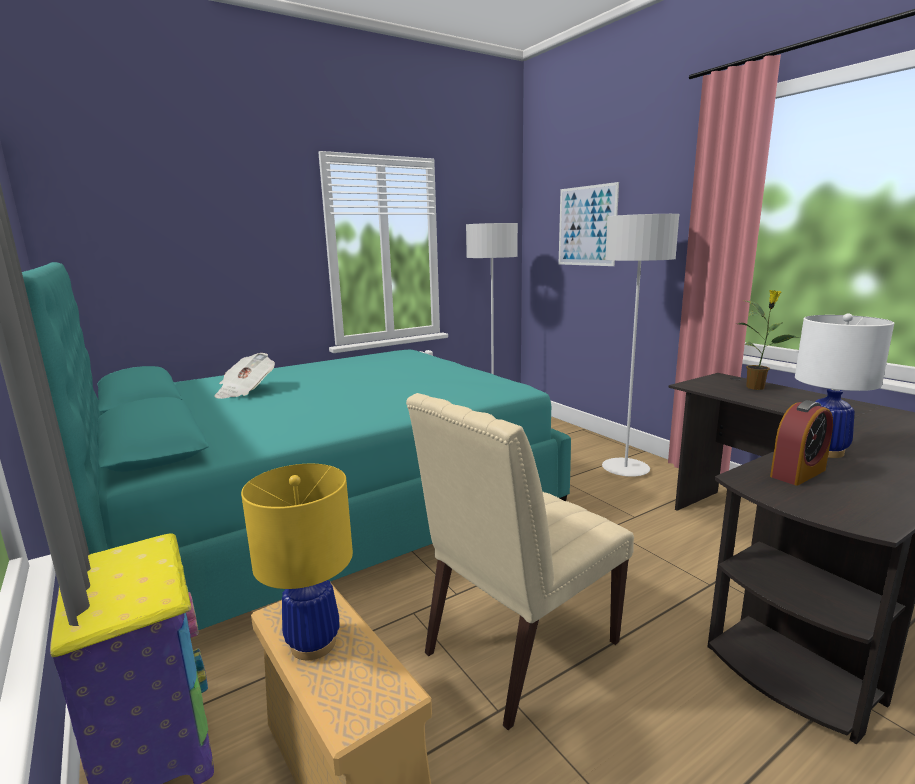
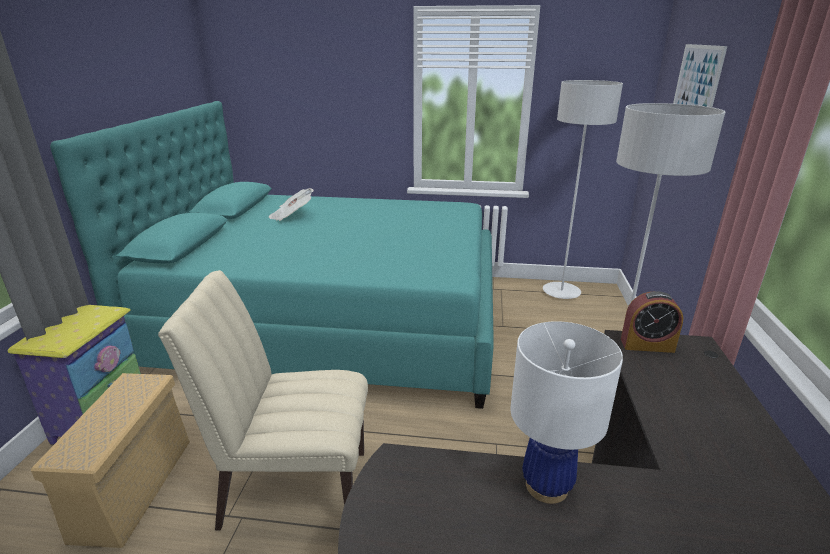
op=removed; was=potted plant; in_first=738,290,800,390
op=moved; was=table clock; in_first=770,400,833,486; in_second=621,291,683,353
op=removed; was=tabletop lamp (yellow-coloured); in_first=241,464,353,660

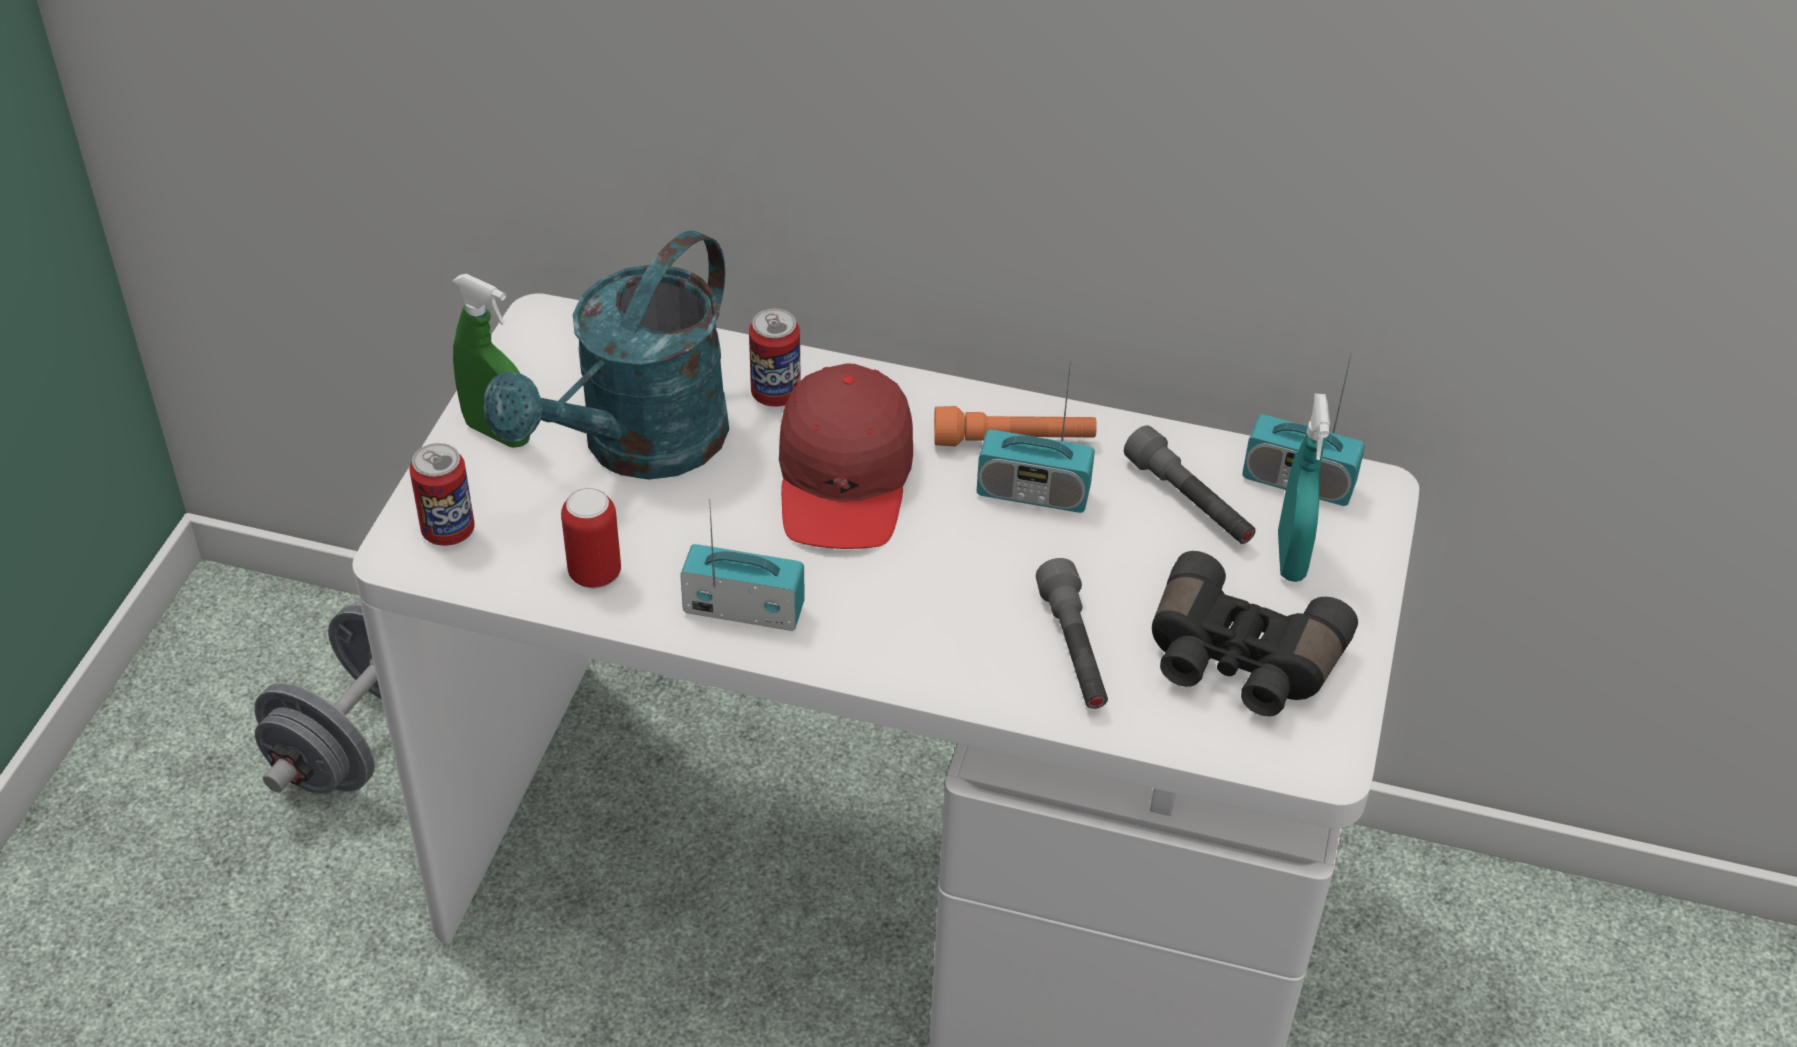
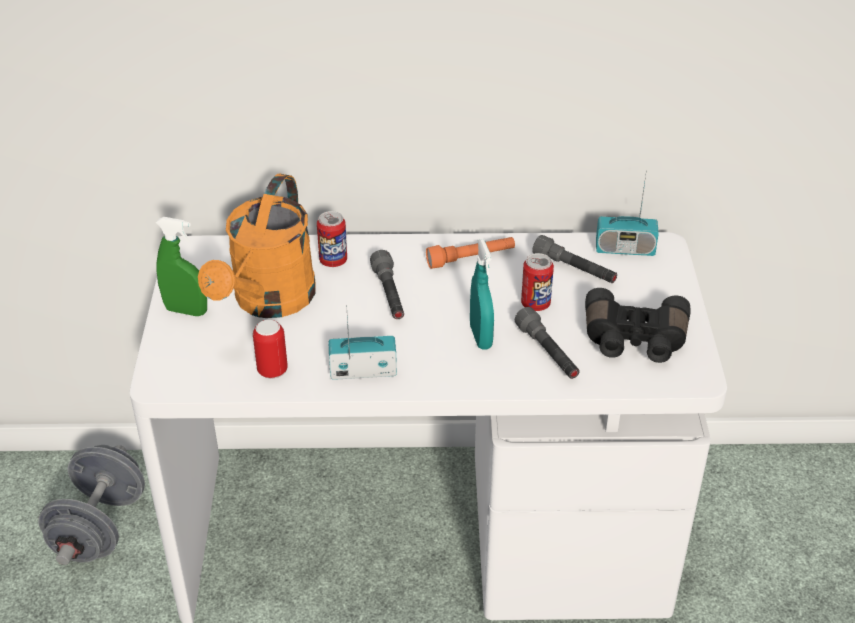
op=recoloured; was=sprinkling can (turquoise); now=sprinkling can (orange-coloured); in_first=484,230,729,480; in_second=198,174,316,318
op=removed; was=radio set; in_first=977,360,1095,513
op=replaced; was=baseball cap (red-coloured); now=torch (gray); in_first=779,363,913,549; in_second=370,250,404,319
op=moved; was=sprayer (turquoise); in_first=1278,394,1330,582; in_second=470,239,494,350
op=moved; was=metal can; in_first=409,443,475,546; in_second=521,253,554,311

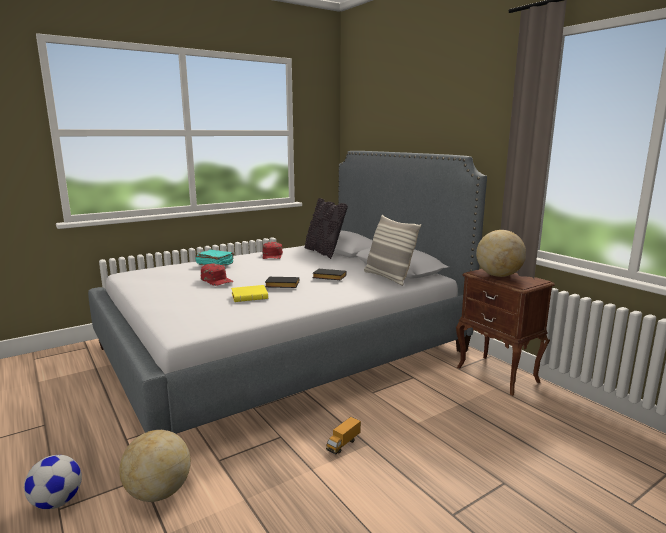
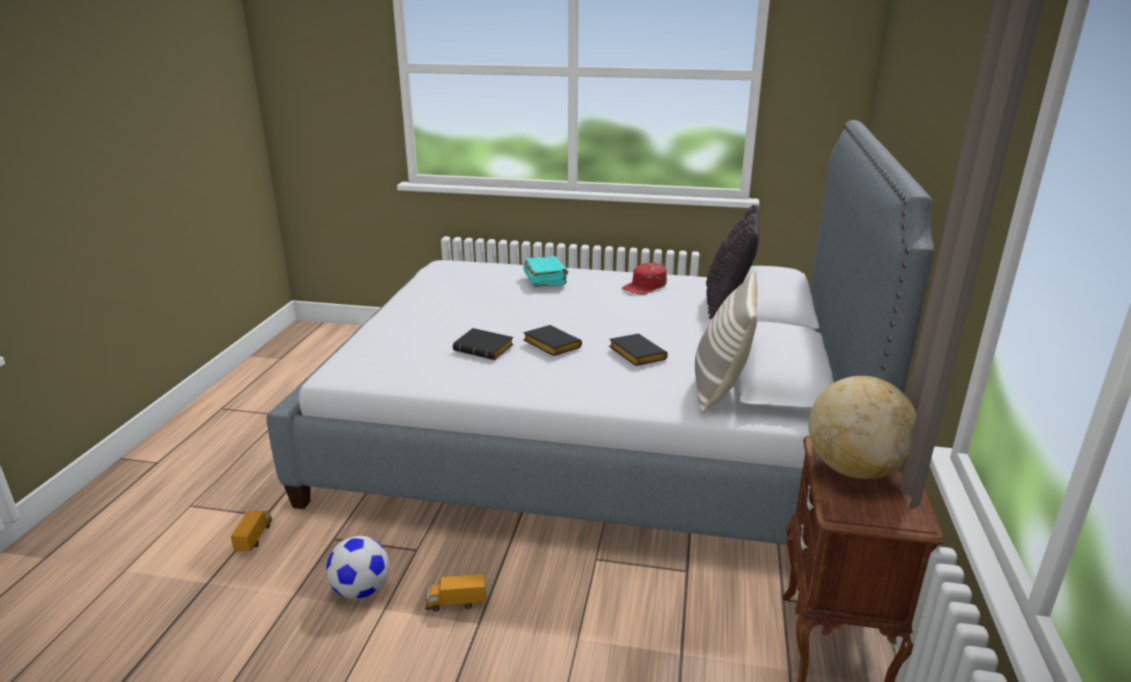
op=removed; was=baseball cap (red-coloured); in_first=201,263,233,286
op=recoloured; was=volume (yellow-coloured); now=volume (black-coloured); in_first=231,285,268,302; in_second=453,328,514,360
op=replaced; was=globe; now=model truck; in_first=119,430,191,502; in_second=231,511,272,552
op=moved; was=football ball; in_first=24,455,82,509; in_second=326,536,389,599

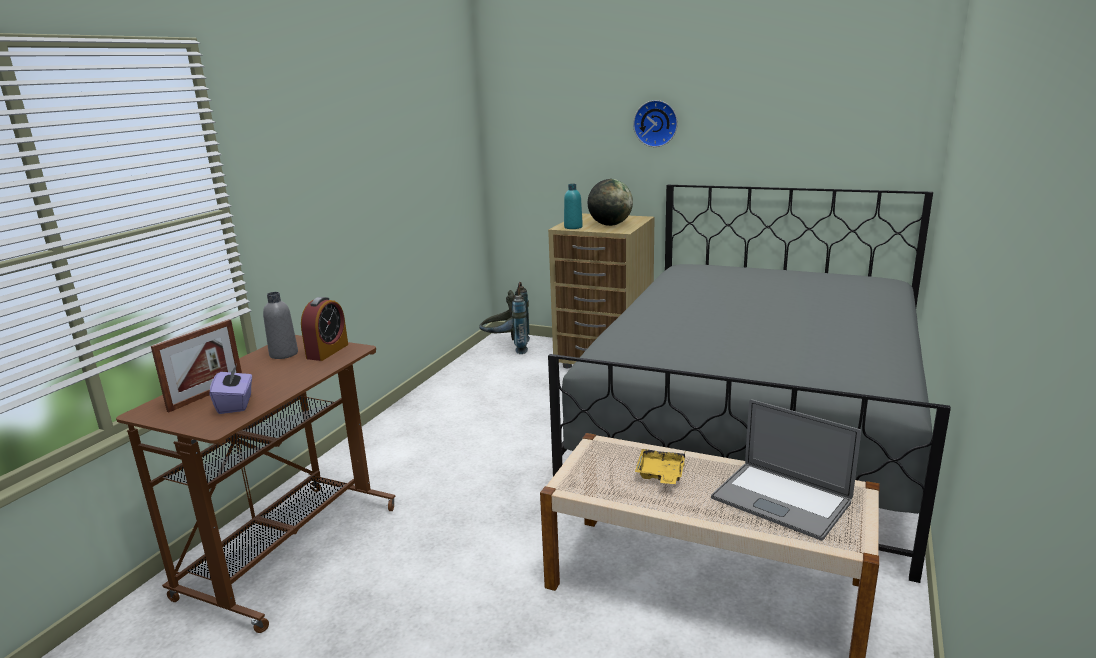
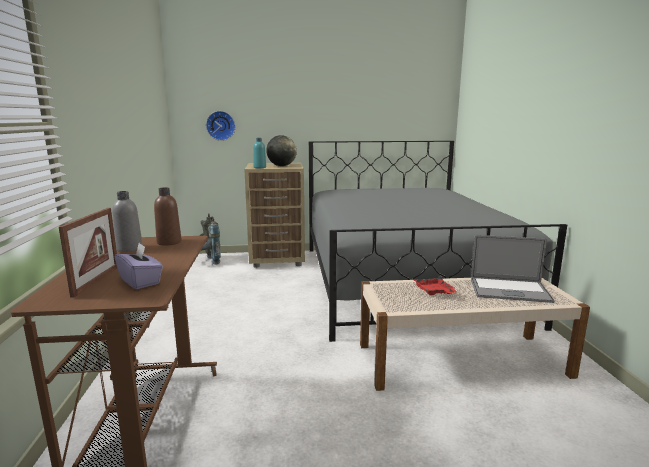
op=moved; was=hanging clock; in_first=633,100,678,147; in_second=206,111,235,141
op=replaced; was=table clock; now=drink bottle (brown-coloured); in_first=301,297,348,361; in_second=154,187,182,246
op=recoloured; was=serving tray (yellow-coloured); now=serving tray (red-coloured); in_first=635,449,686,484; in_second=414,276,457,295

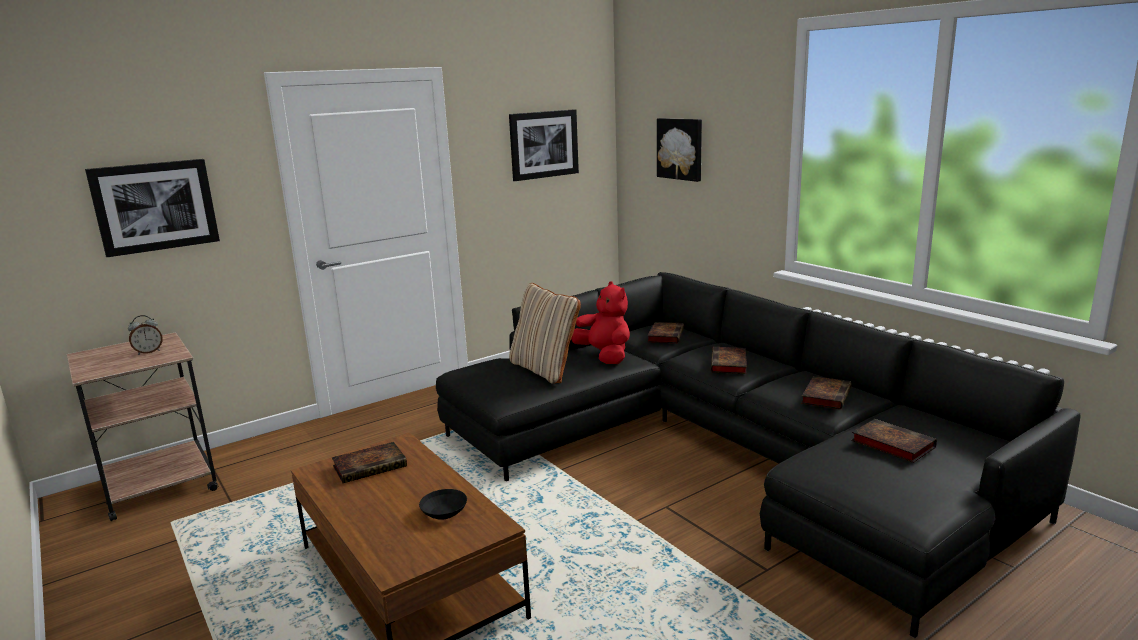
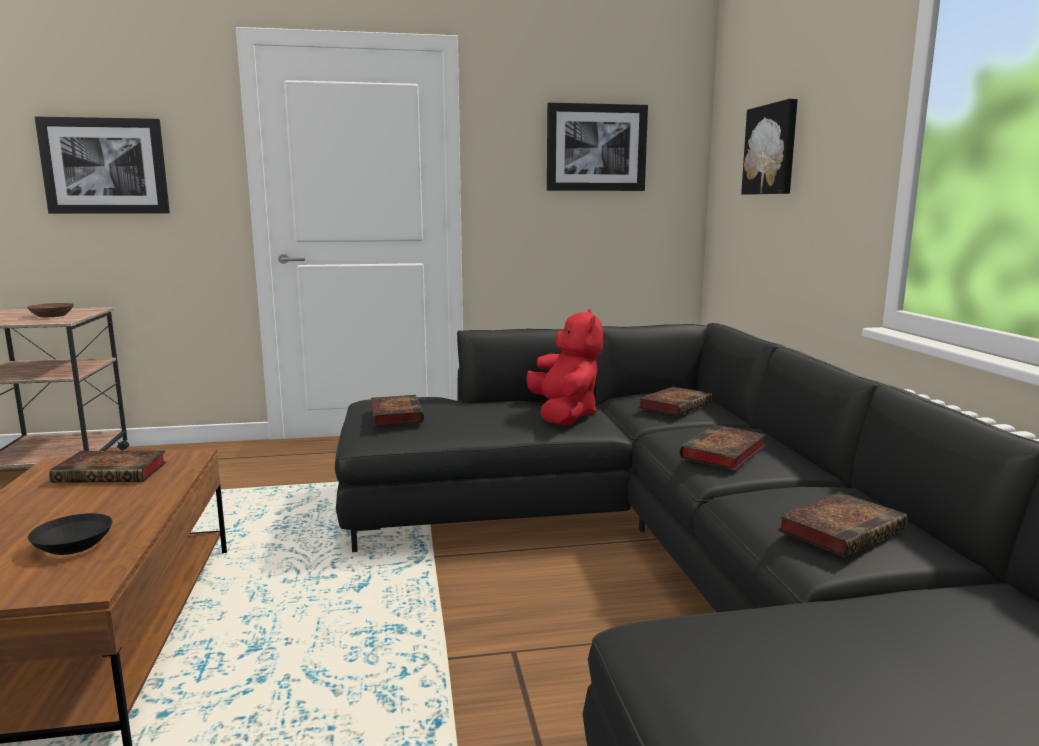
op=removed; was=throw pillow (beige-coloured); in_first=509,283,581,383
op=replaced; was=table clock; now=bowl (brown-coloured); in_first=128,315,163,355; in_second=27,303,74,317
op=moved; was=volume; in_first=851,419,937,463; in_second=371,395,424,426

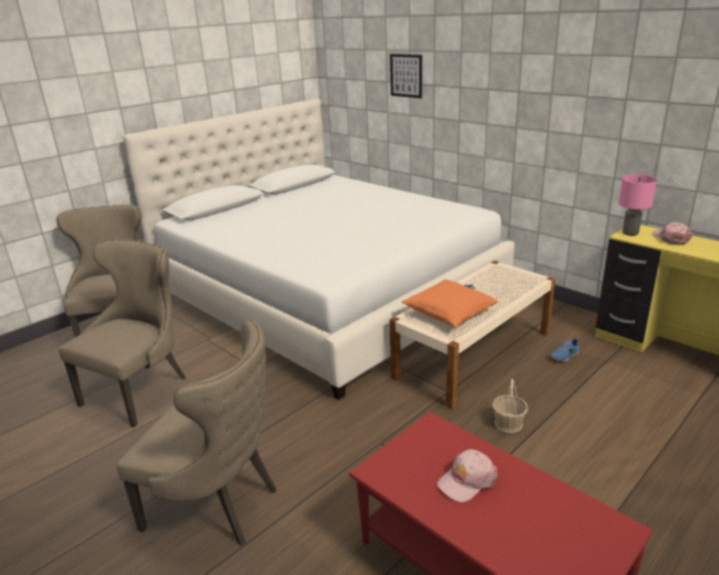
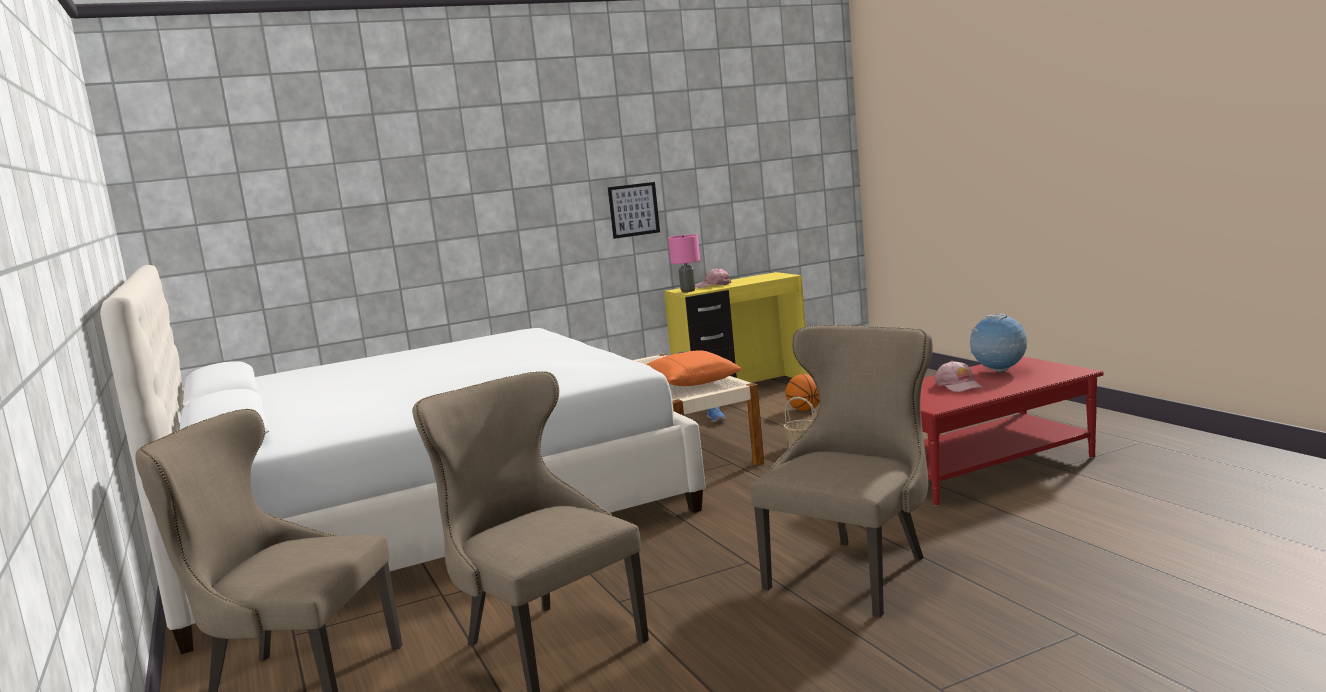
op=moved; was=wall picture; in_first=390,54,422,98; in_second=608,182,660,239
op=added; now=globe; in_second=970,313,1028,372
op=added; now=basketball ball; in_second=786,374,820,411

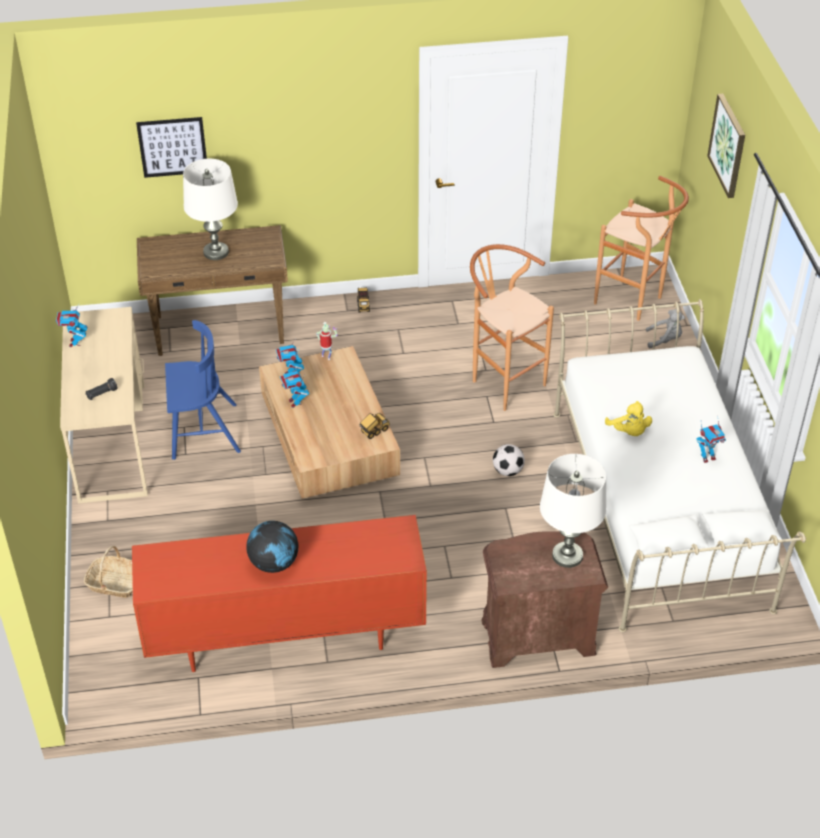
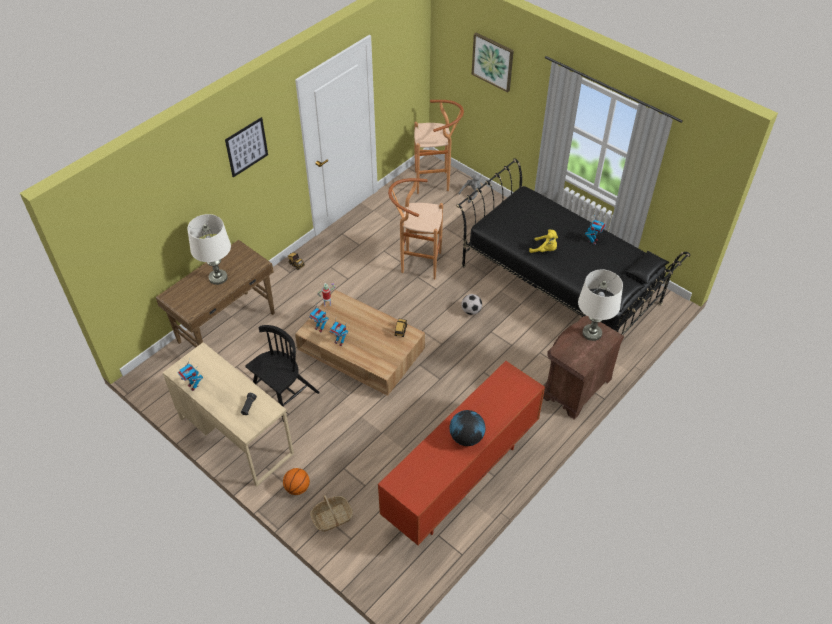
op=moved; was=wall picture; in_first=136,117,207,178; in_second=225,117,268,178
op=recoloured; was=bedroom bed (whitish); now=bedroom bed (black-coloured); in_first=553,299,806,632; in_second=456,158,690,335
op=recoloured; was=plain chair (blue-coloured); now=plain chair (black-coloured); in_first=165,320,241,460; in_second=245,325,320,422
op=added; now=basketball ball; in_second=283,468,310,495

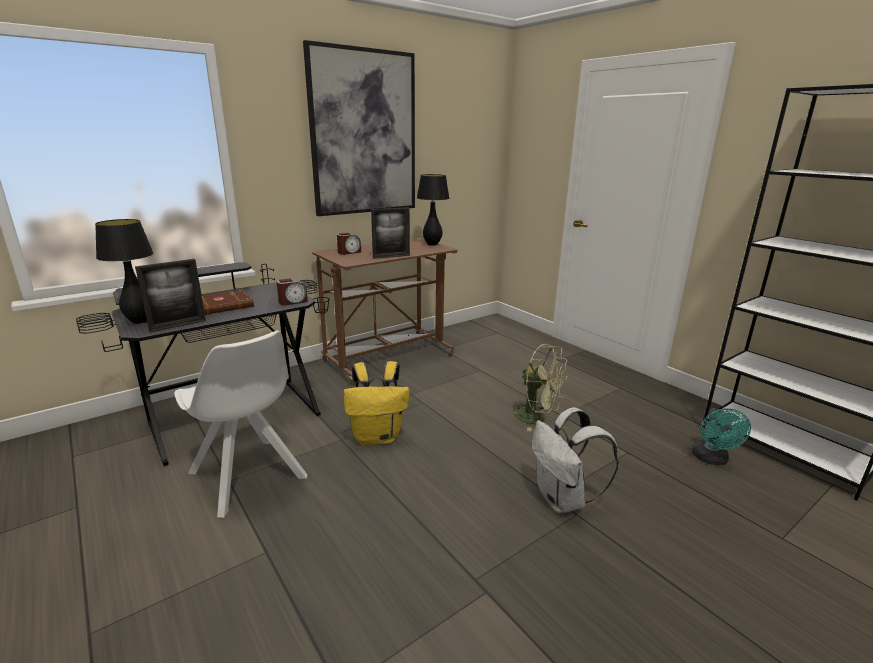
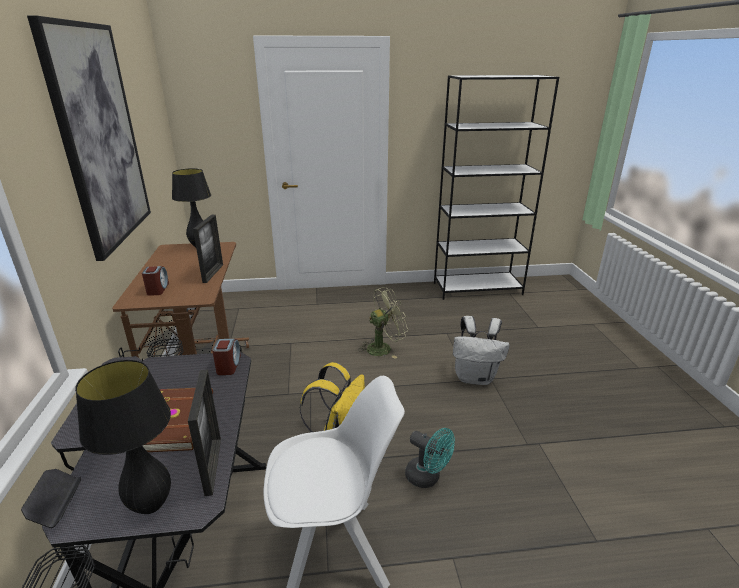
op=moved; was=fan (turquoise); in_first=692,408,751,465; in_second=405,428,455,488

